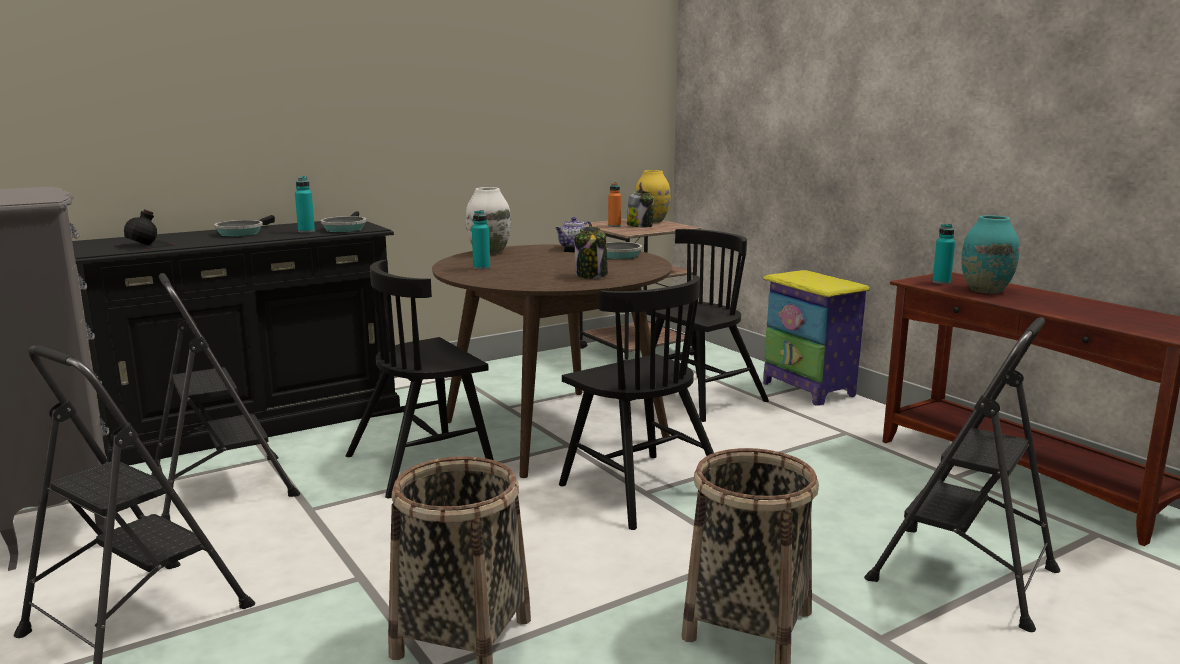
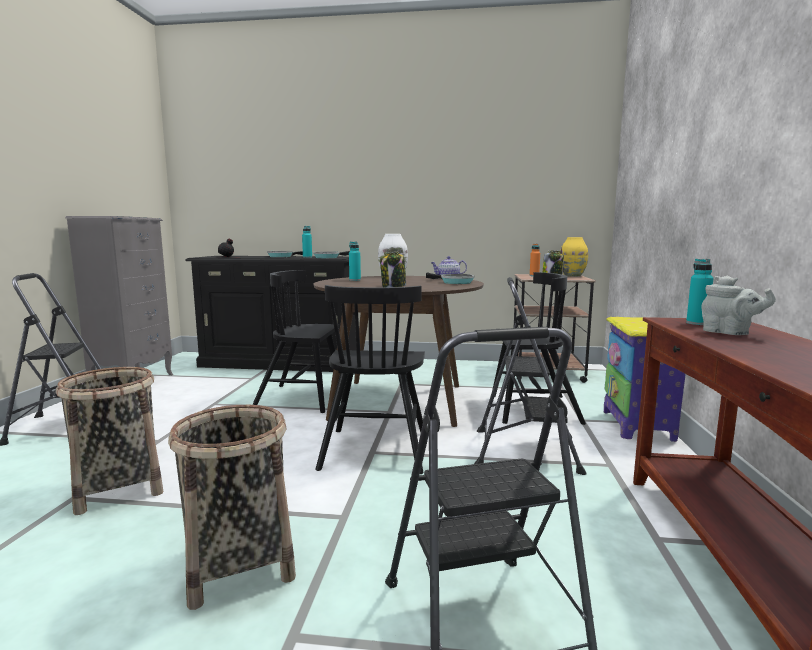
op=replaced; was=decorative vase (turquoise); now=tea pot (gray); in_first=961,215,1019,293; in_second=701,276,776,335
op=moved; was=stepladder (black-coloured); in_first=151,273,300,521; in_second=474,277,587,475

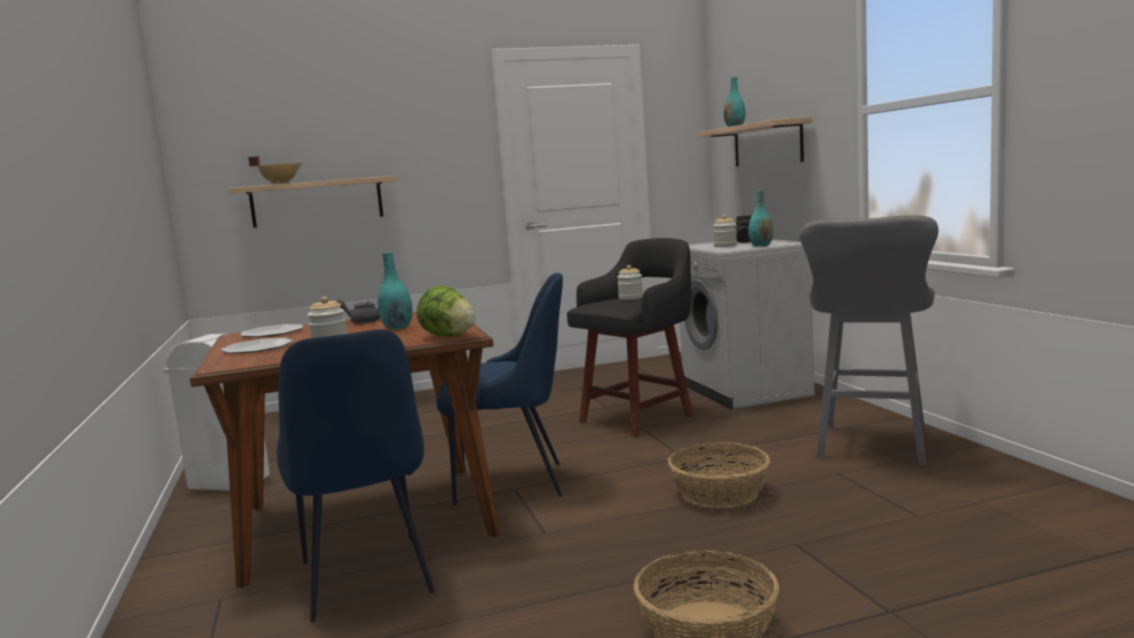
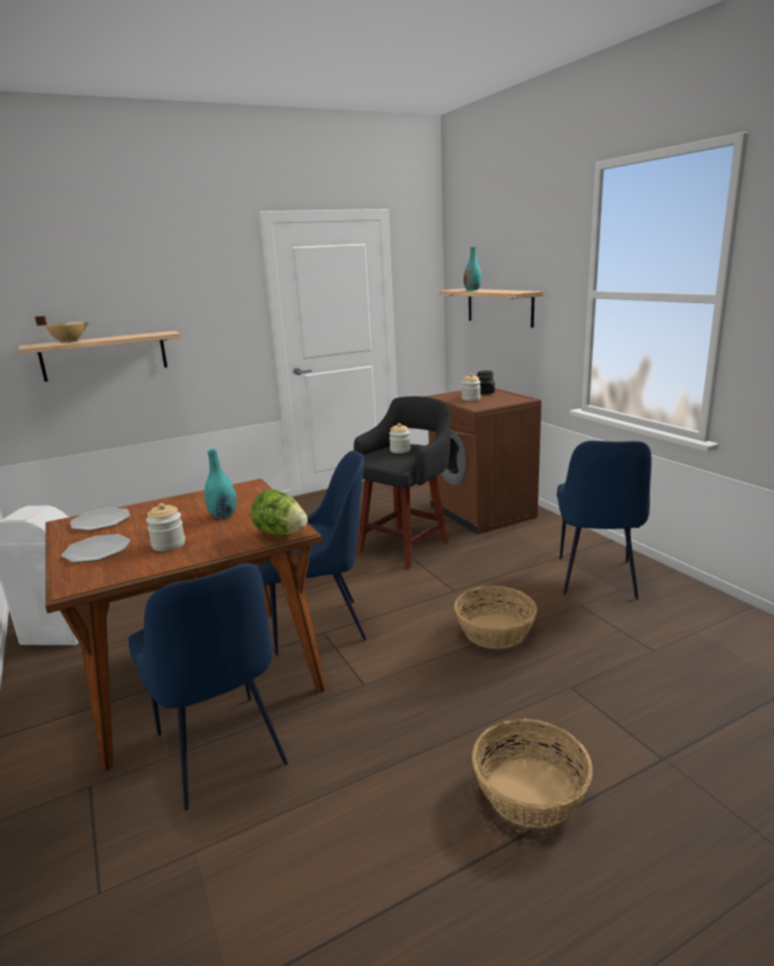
op=removed; was=decorative vase (turquoise); in_first=748,190,773,247
op=replaced; was=stool (gray); now=plain chair (blue-coloured); in_first=800,215,939,465; in_second=557,441,652,599
op=recoloured; was=laundry machine (whitish); now=laundry machine (brown-coloured); in_first=680,240,815,410; in_second=426,388,541,534
op=removed; was=tea pot (gray); in_first=337,300,380,324

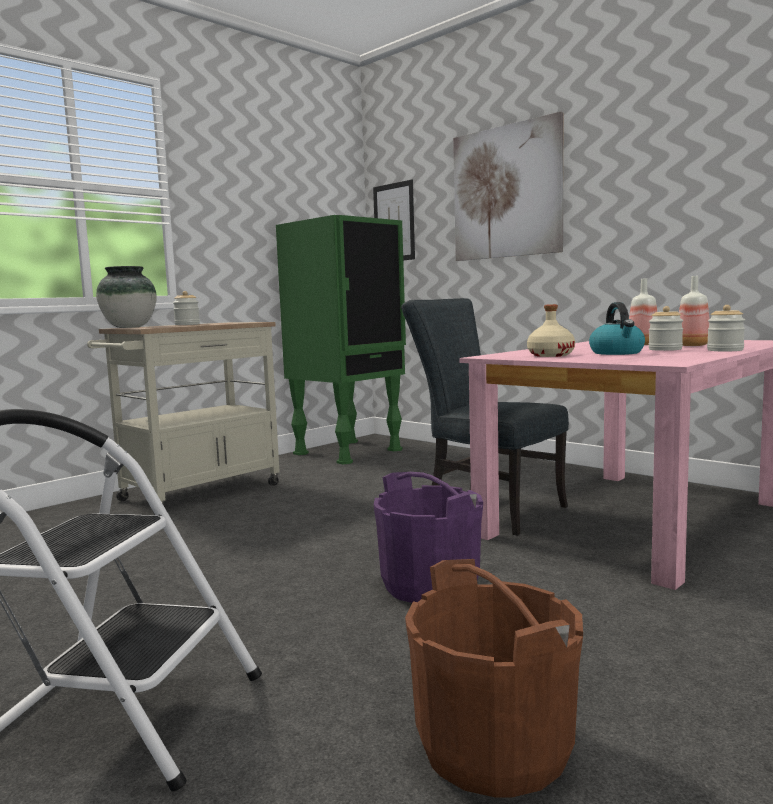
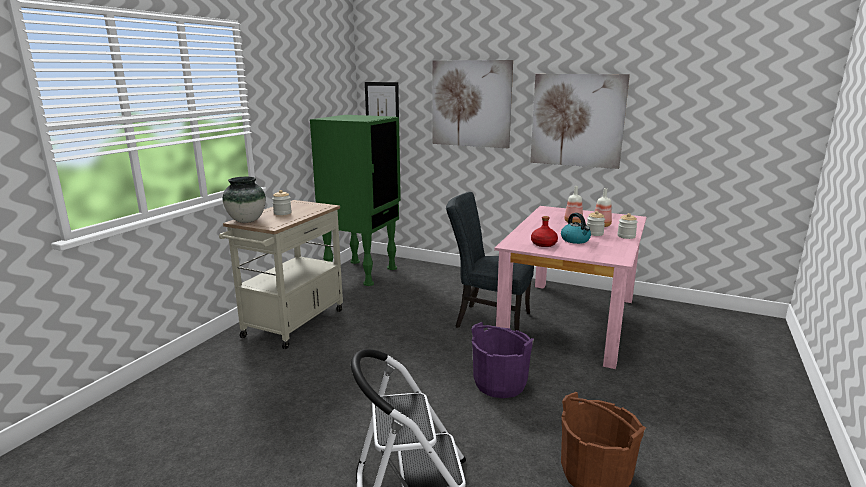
op=recoloured; was=drink bottle (beige-coloured); now=drink bottle (red-coloured); in_first=527,304,575,357; in_second=531,216,558,247
op=added; now=wall picture; in_second=530,74,630,169

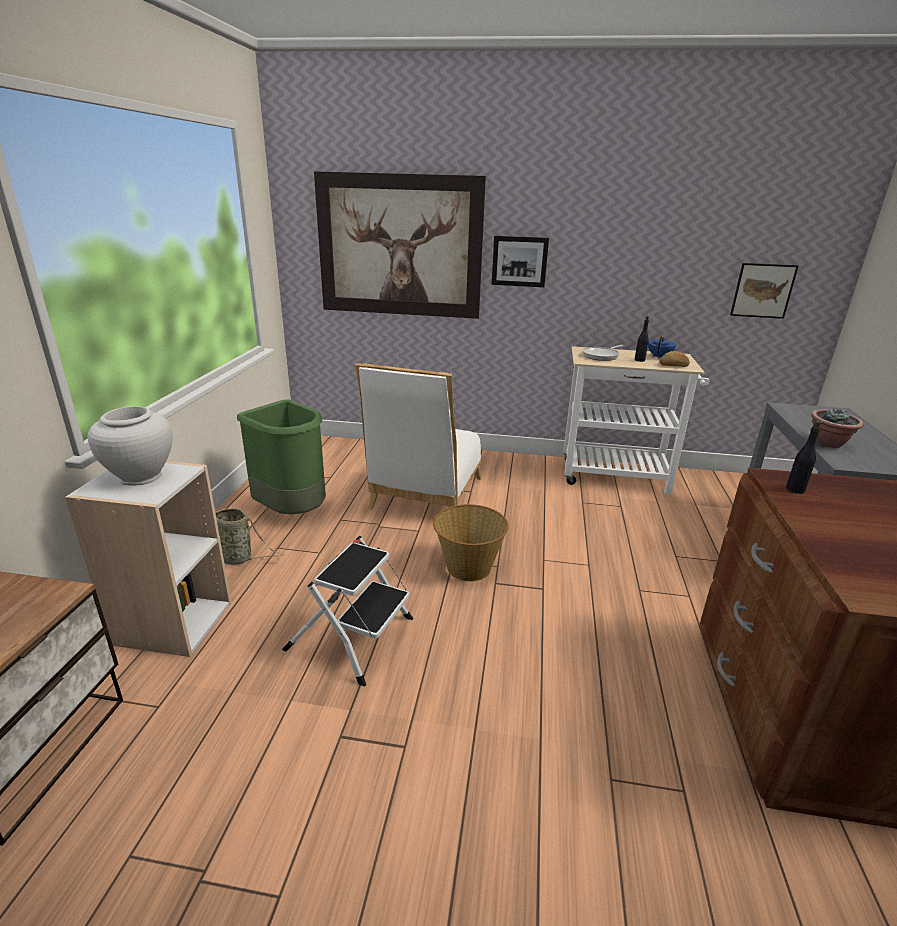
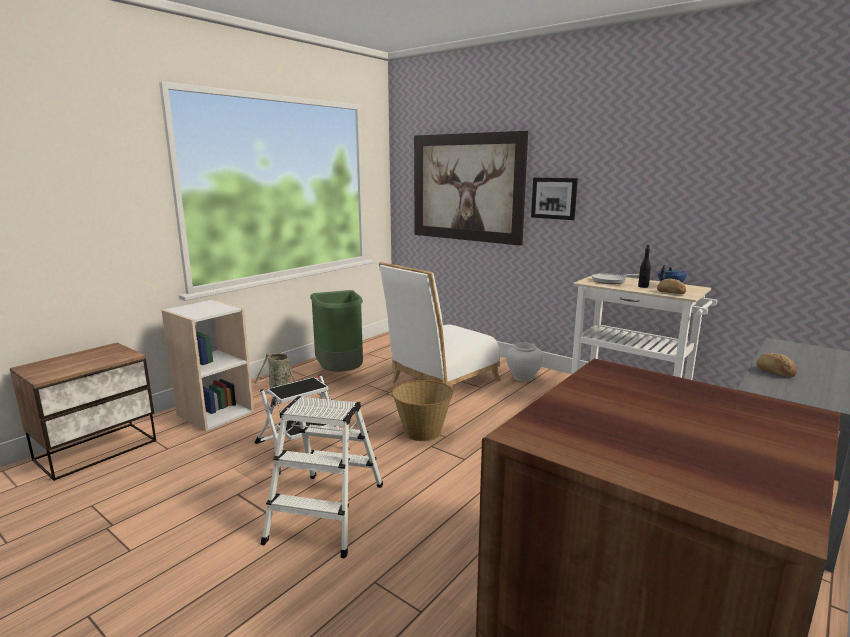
op=removed; was=wall picture; in_first=730,263,799,319
op=moved; was=decorative vase (whitish); in_first=87,406,173,485; in_second=506,342,544,382
op=replaced; was=potted plant; now=bakery bread; in_first=811,408,864,448; in_second=756,353,797,377
op=removed; was=drink bottle (black-coloured); in_first=786,421,821,494
op=added; now=stepladder (whitish); in_second=261,396,383,558

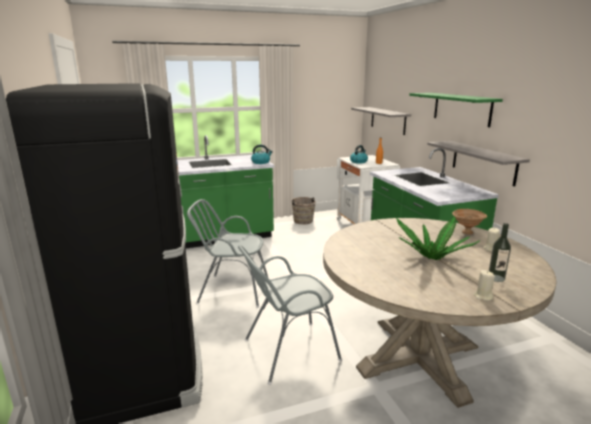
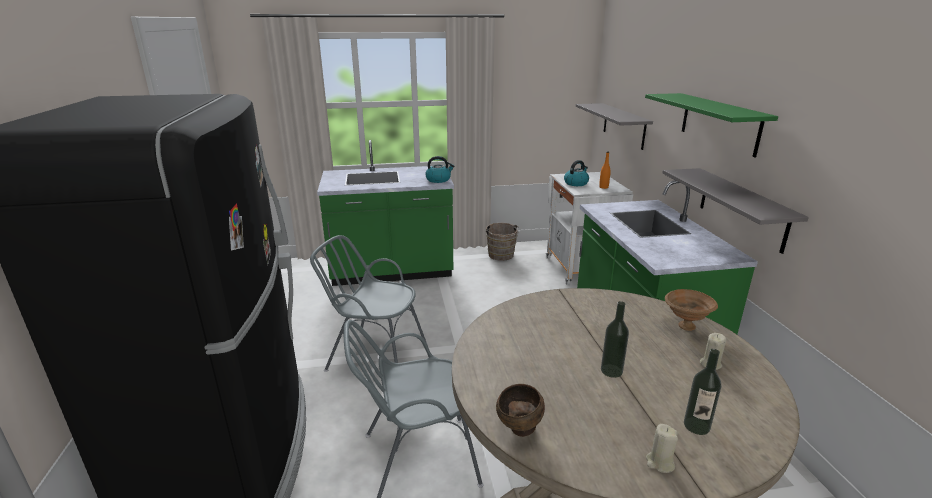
op=replaced; was=potted plant; now=drink bottle; in_first=396,217,480,260; in_second=601,301,629,378
op=added; now=bowl (brown-coloured); in_second=496,384,545,437

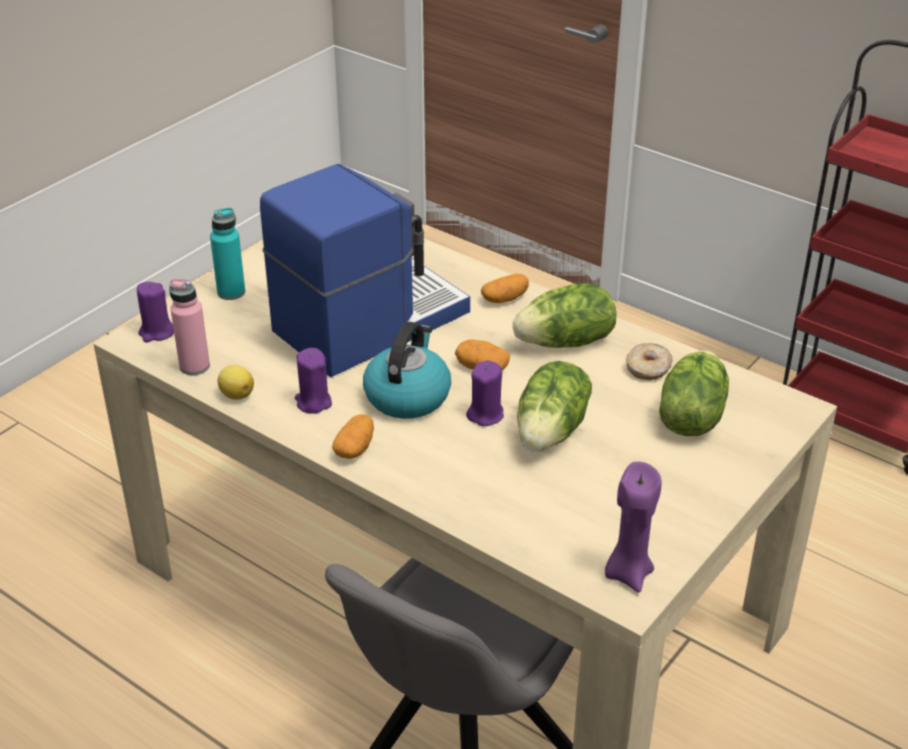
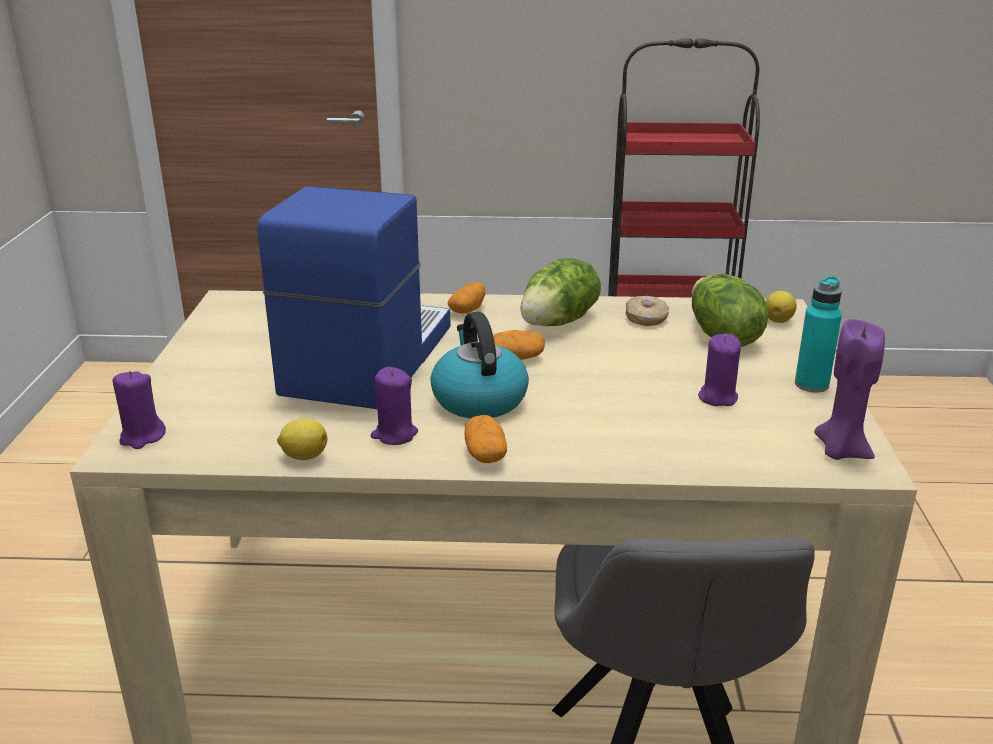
op=moved; was=drink bottle (turquoise); in_first=210,208,245,300; in_second=795,276,842,392
op=removed; was=drink bottle (pink); in_first=169,279,210,375
op=moved; was=wax light (purple); in_first=466,360,504,426; in_second=698,334,741,406
op=removed; was=lettuce; in_first=517,361,592,452
op=added; now=whole lemon; in_second=765,291,797,323

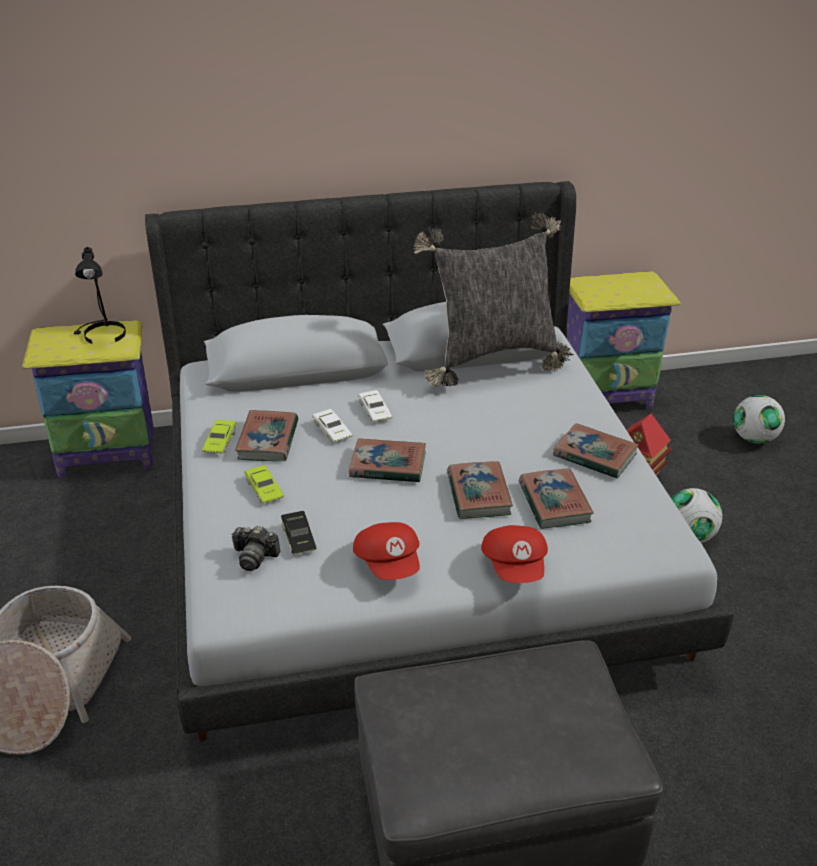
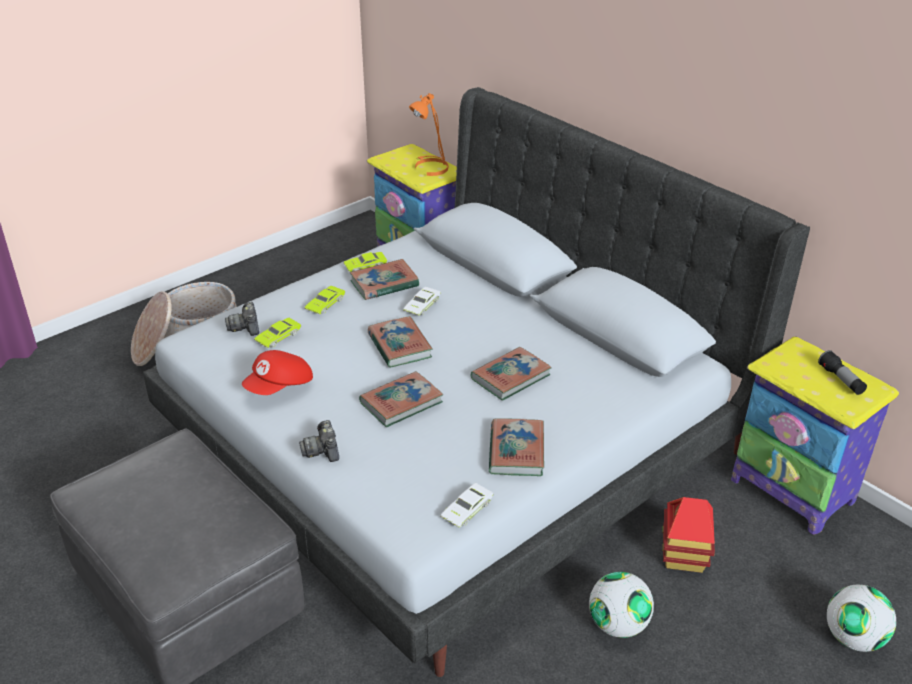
op=removed; was=throw pillow; in_first=413,211,574,388
op=recoloured; was=tabletop lamp (black-coloured); now=tabletop lamp (orange-coloured); in_first=74,247,126,344; in_second=409,93,448,176
op=moved; was=miniature car (whitish); in_first=358,390,392,422; in_second=440,483,494,528
op=moved; was=volume; in_first=519,468,594,529; in_second=471,347,552,401
op=recoloured; was=miniature car (black-coloured); now=miniature car (green-coloured); in_first=281,511,317,555; in_second=254,318,302,348
op=replaced; was=baseball cap (red-coloured); now=photo camera; in_first=481,525,548,583; in_second=299,420,339,462
op=added; now=torch; in_second=818,350,867,395

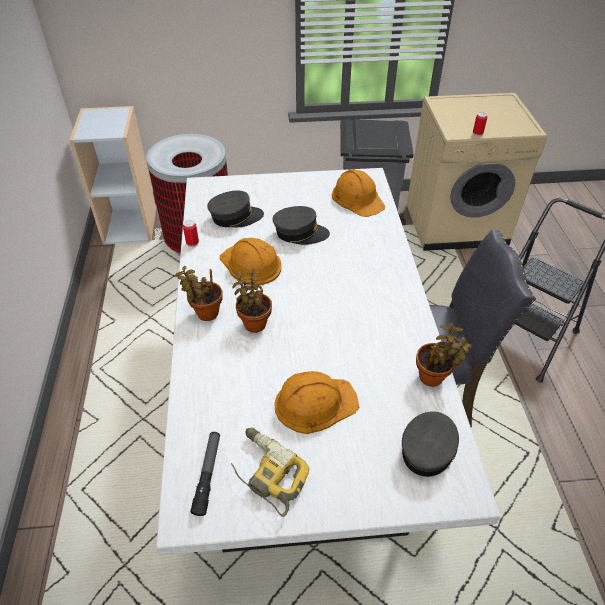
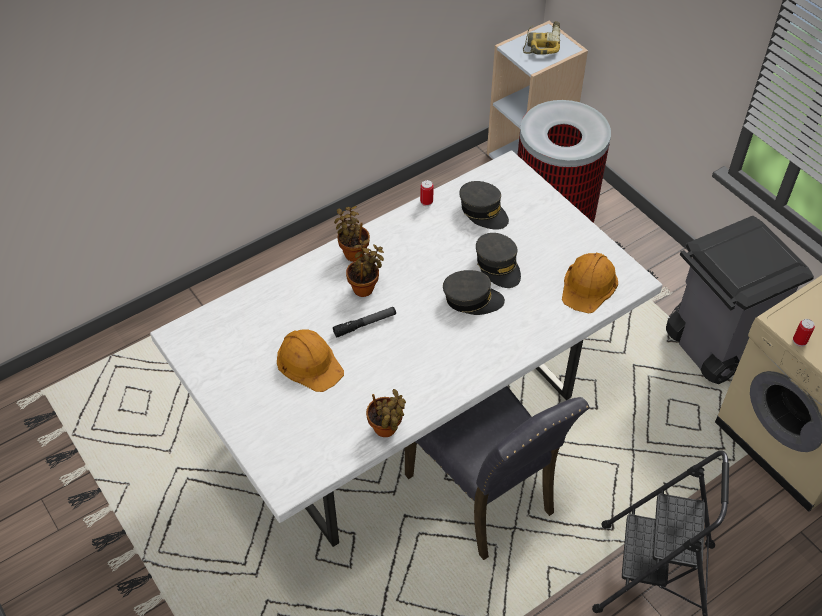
op=removed; was=safety helmet (orange-coloured); in_first=220,238,281,285
op=moved; was=baseball cap (gray); in_first=402,411,459,477; in_second=443,270,505,315
op=moved; was=power drill; in_first=231,428,309,517; in_second=523,21,560,55
op=moved; was=torch; in_first=191,432,220,516; in_second=333,307,396,338

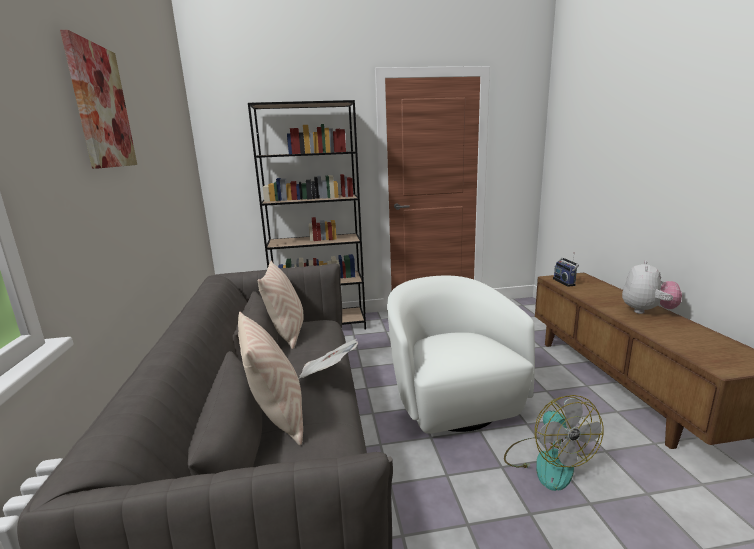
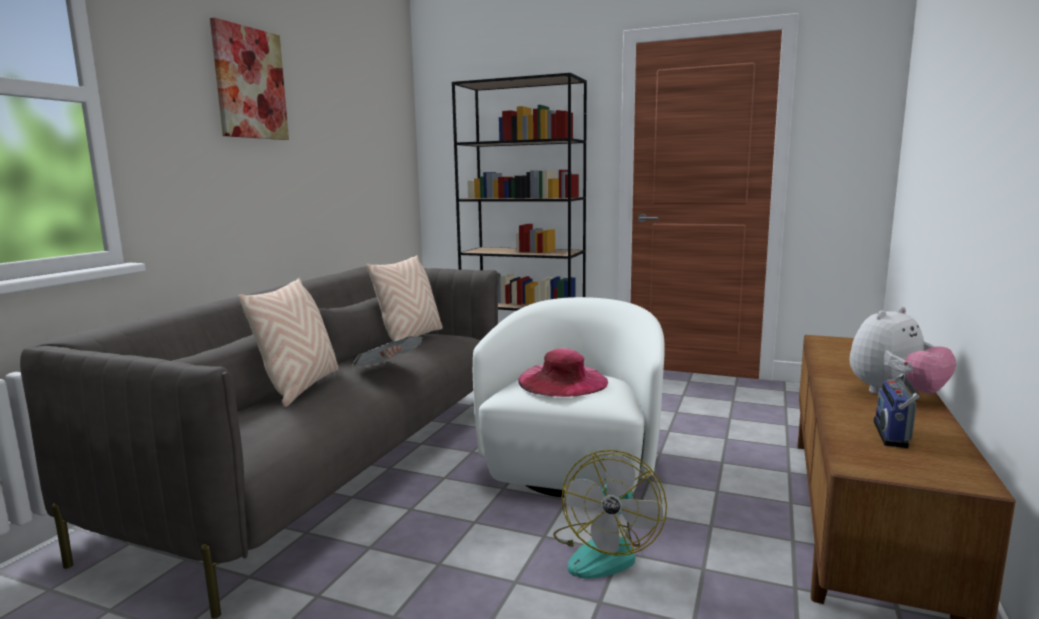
op=moved; was=radio set; in_first=553,252,579,287; in_second=873,362,919,448
op=added; now=clothing hat (pink); in_second=518,348,608,397

